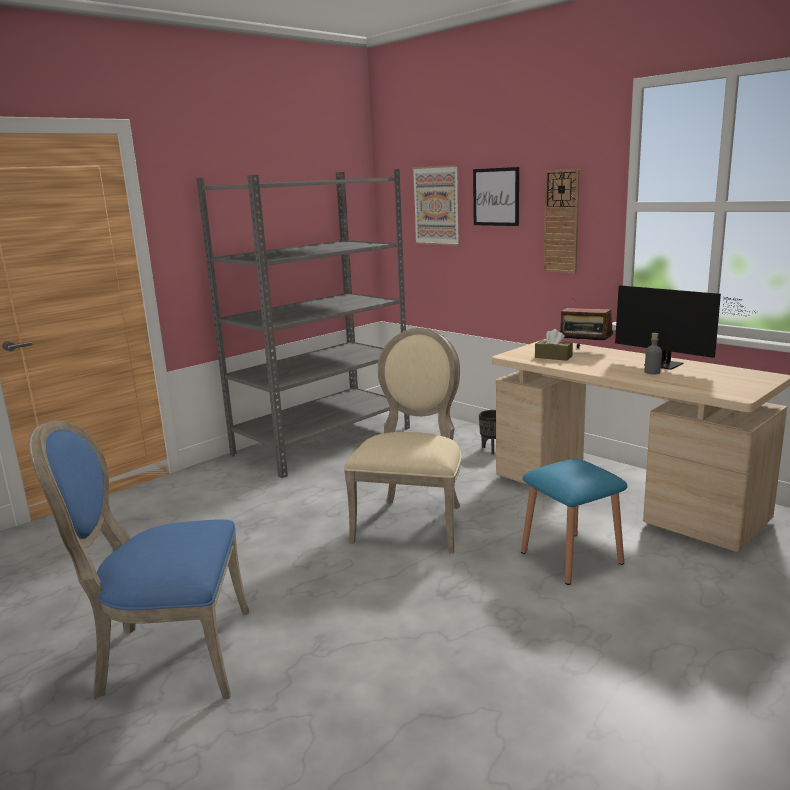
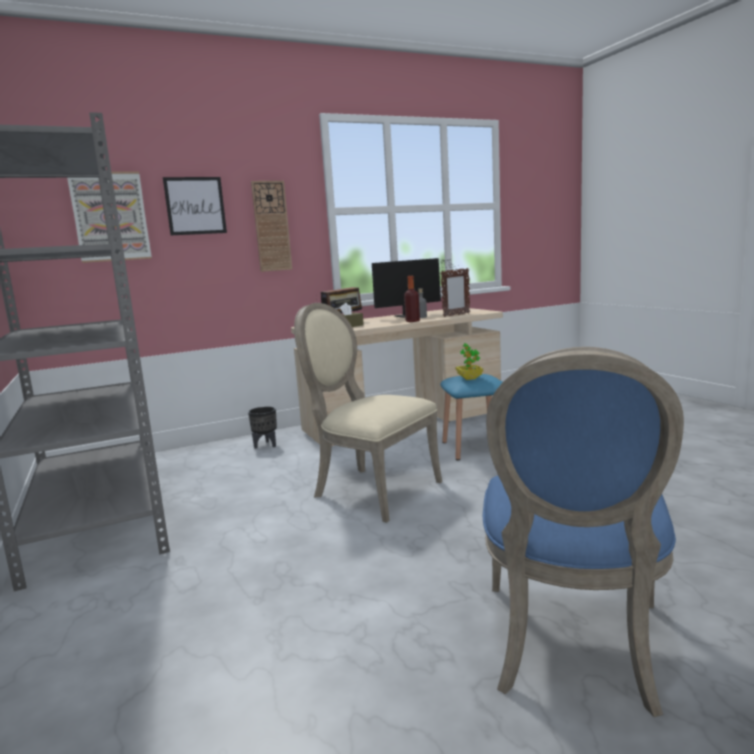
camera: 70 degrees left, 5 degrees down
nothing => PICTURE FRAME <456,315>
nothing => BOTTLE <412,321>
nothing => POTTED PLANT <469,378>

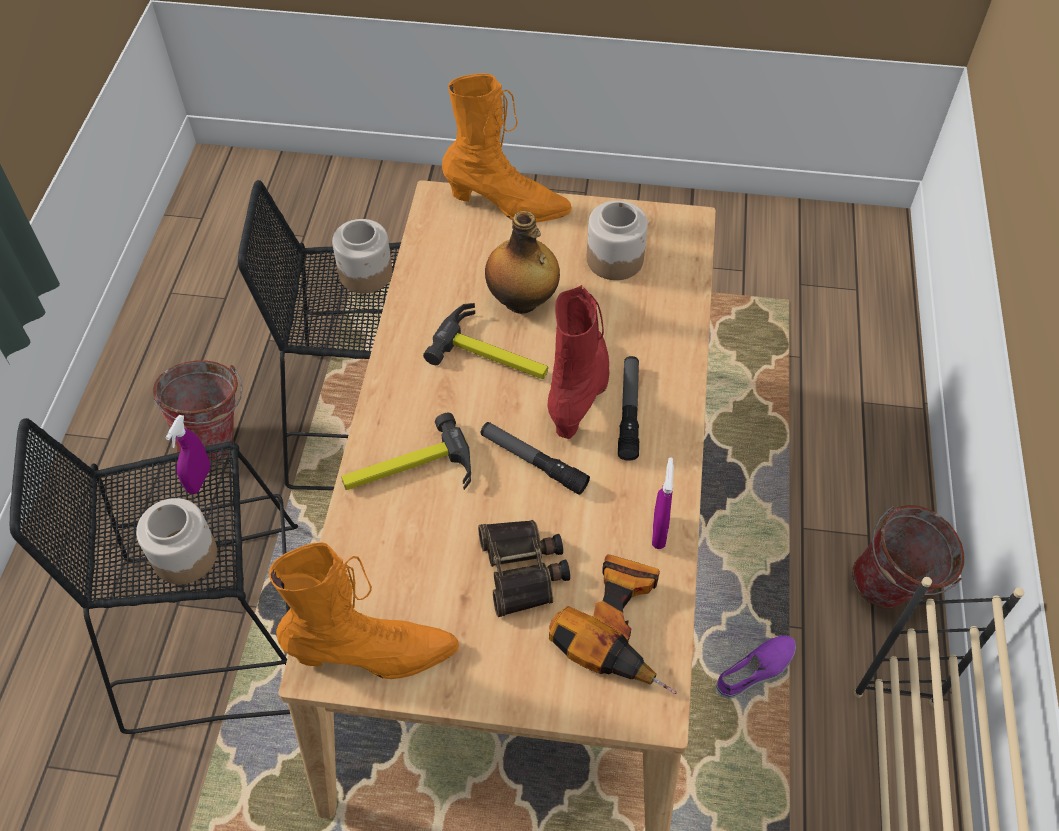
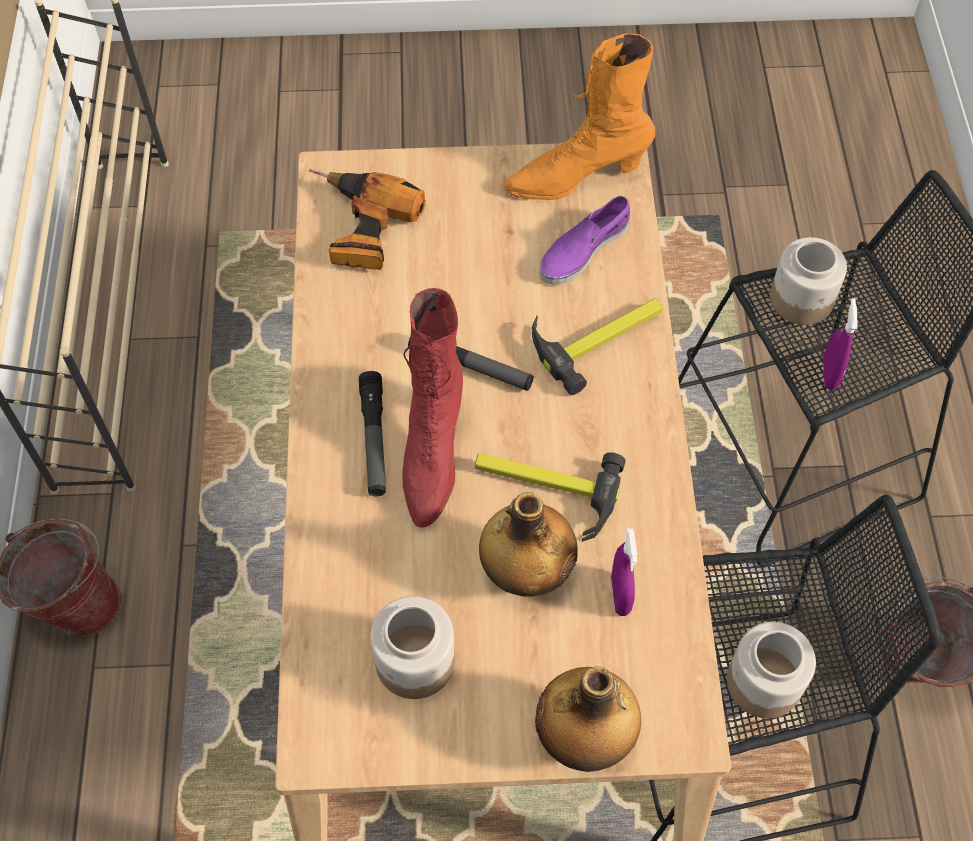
camera: 170 degrees right, 5 degrees up
ORANGEY TALL BOOT <507,206> => BOTTLE <585,737>
PURPLISH SPRAYER <659,532> => PURPLISH SPRAYER <620,595>, moved
BINOCULARS <524,570> => nothing
PURPLISH ITEM OF FOOTWEAR <756,670> => PURPLISH ITEM OF FOOTWEAR <583,249>, moved

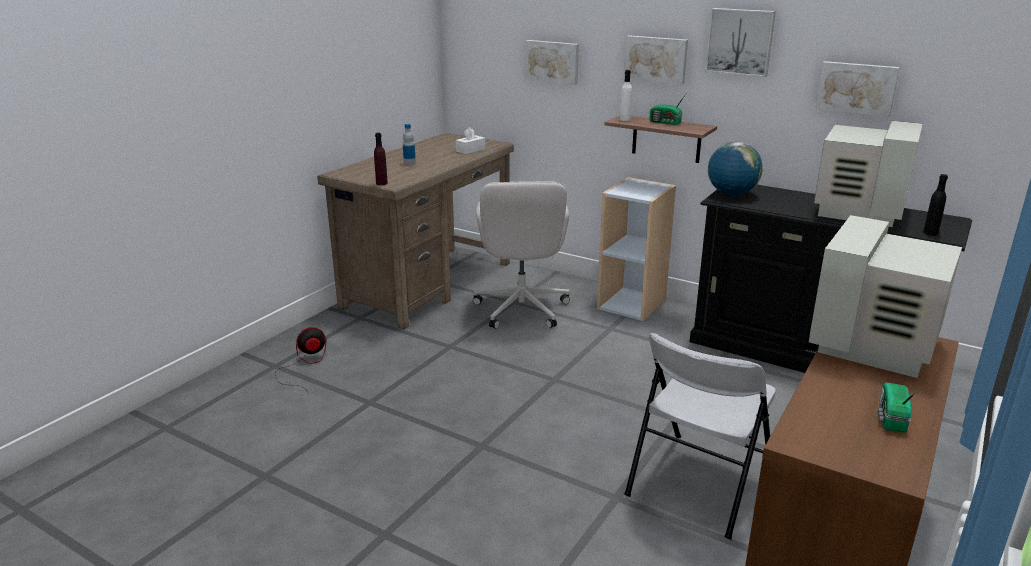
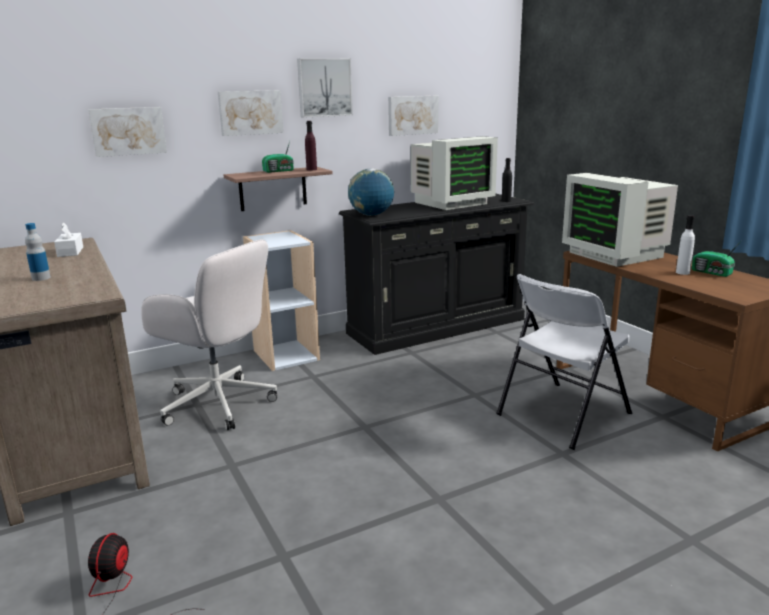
camera: 60 degrees left, 5 degrees down
WHITISH BOTTLE <625,119> => WHITISH BOTTLE <682,272>, moved
COMPUTER DISPLAY <857,211> => COMPUTER DISPLAY <450,203>, 90 degrees clockwise
PURPLISH BOTTLE <381,183> => PURPLISH BOTTLE <311,169>, moved
WHITISH CHAIR <699,483> => WHITISH CHAIR <563,414>, 75 degrees clockwise

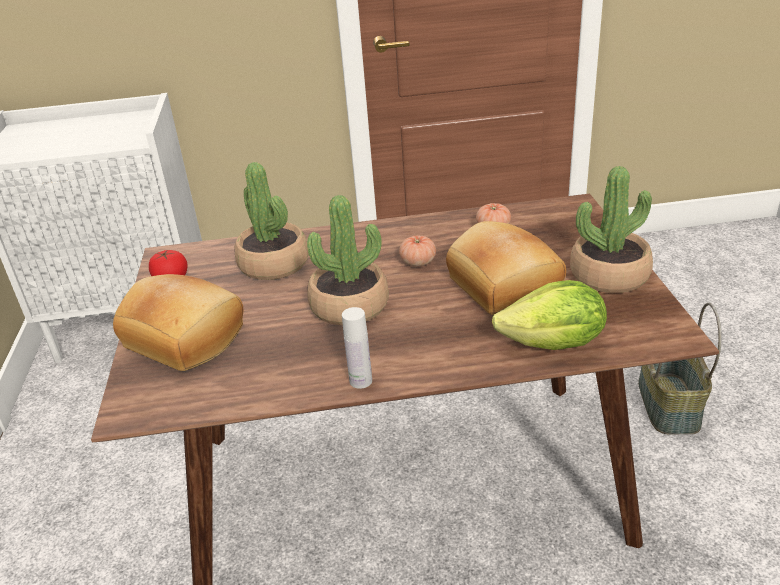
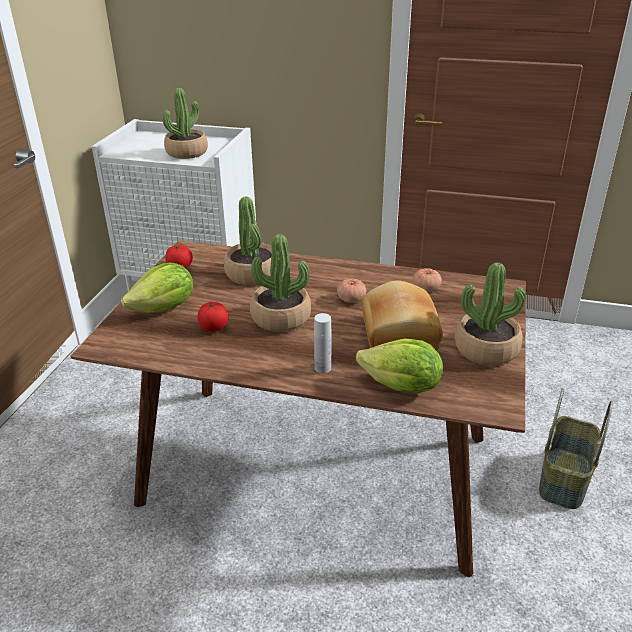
camera: 20 degrees right, 0 degrees up
BAKED BREAD <187,337> => HEAD OF LETTUCE <164,308>
WHITISH BOTTLE <360,381> => WHITISH BOTTLE <322,368>, moved
nothing => POTTED PLANT <187,152>
nothing => FRESH TOMATO <214,327>

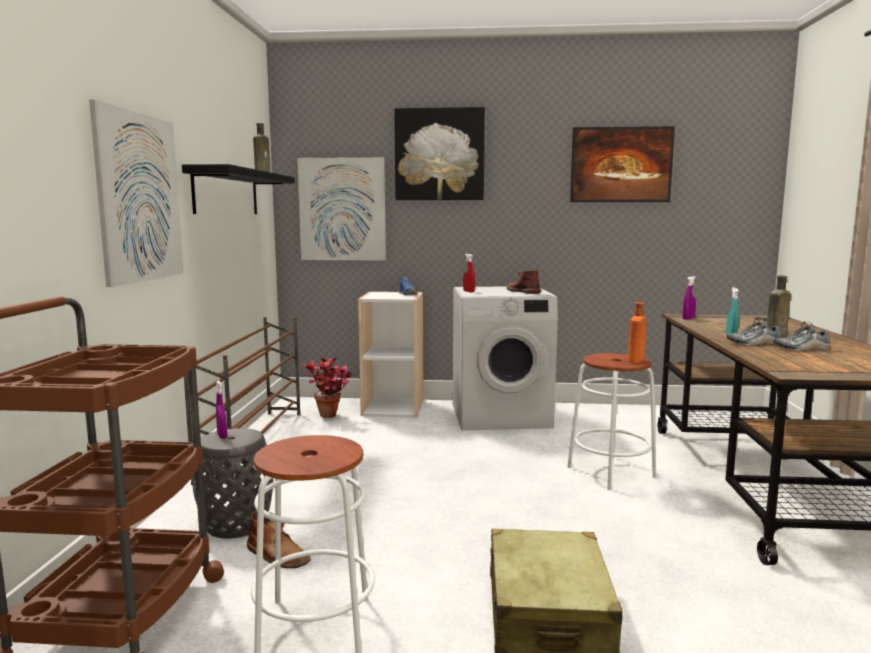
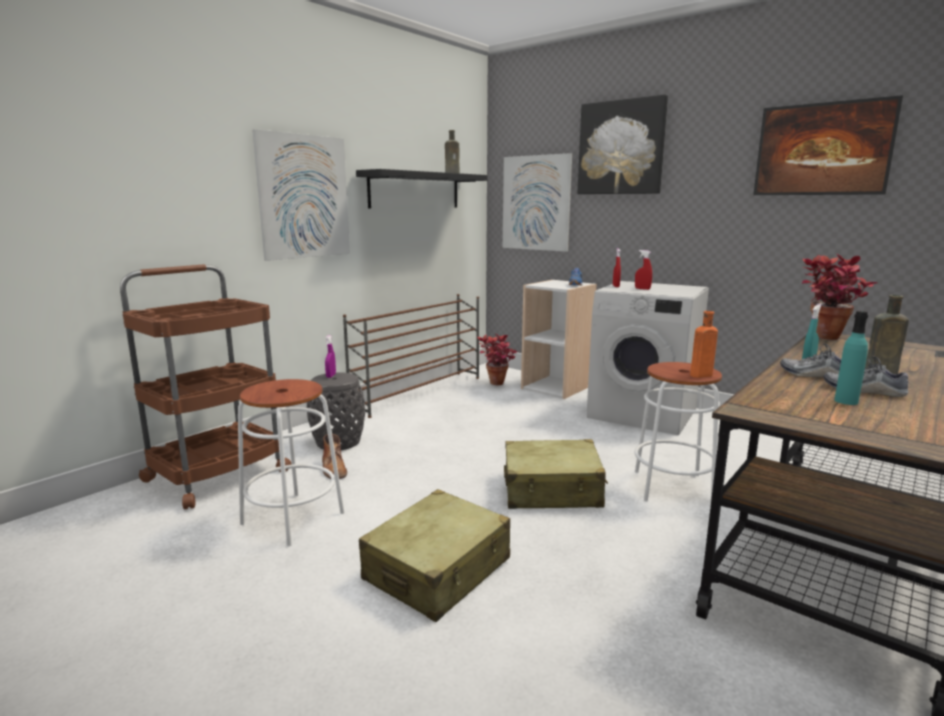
camera: 35 degrees right, 5 degrees up
BROWN TALL BOOT <523,291> => nothing
PURPLISH SPRAYER <688,318> => POTTED PLANT <826,339>
nothing => REDDISH SPRAYER <642,289>
nothing => TURQUOISE BOTTLE <846,401>
nothing => BEIGE SUITCASE <552,490>

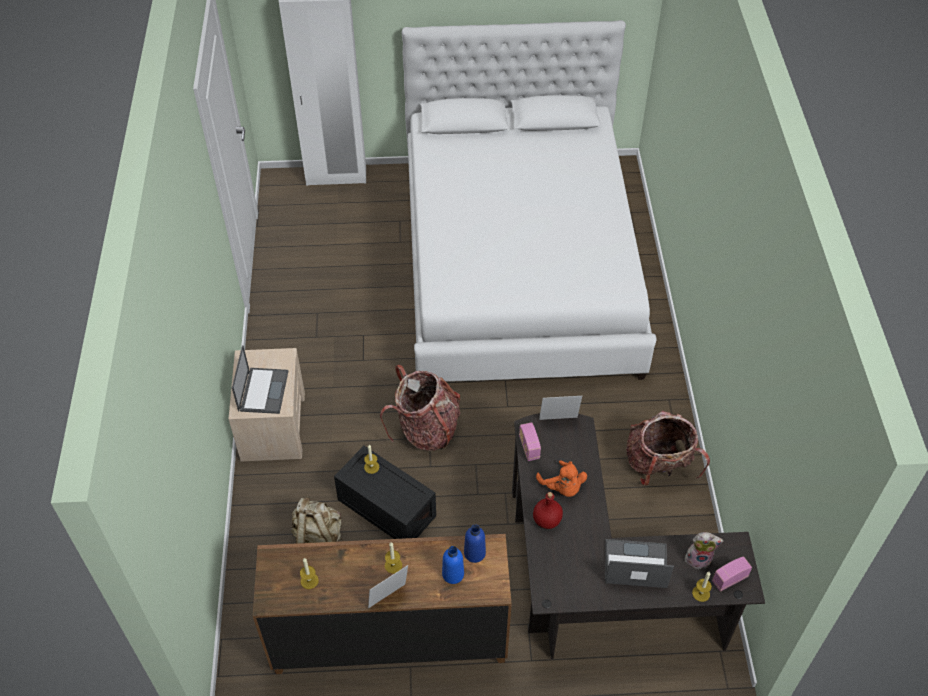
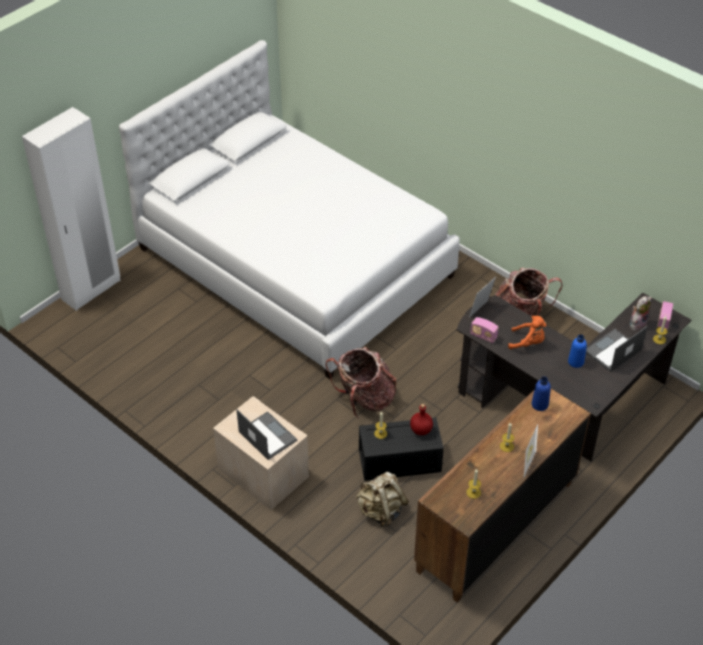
camera: 45 degrees left, 5 degrees down
REDDISH BOTTLE <546,520> => REDDISH BOTTLE <421,430>, moved
BLUISH BOTTLE <453,574> => BLUISH BOTTLE <576,362>, moved

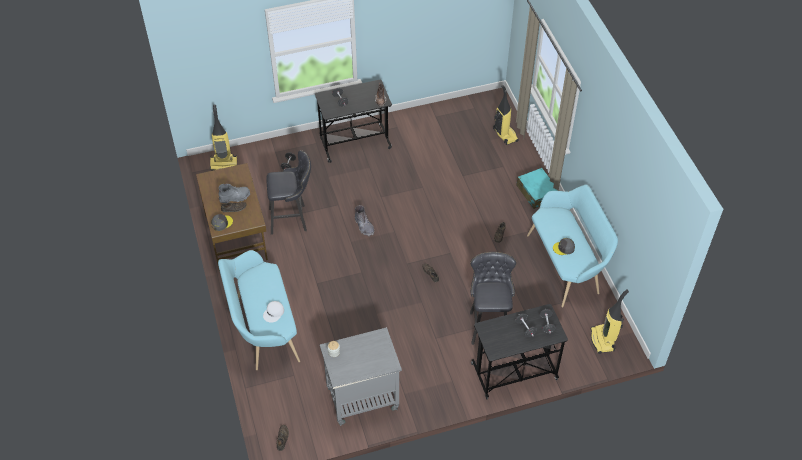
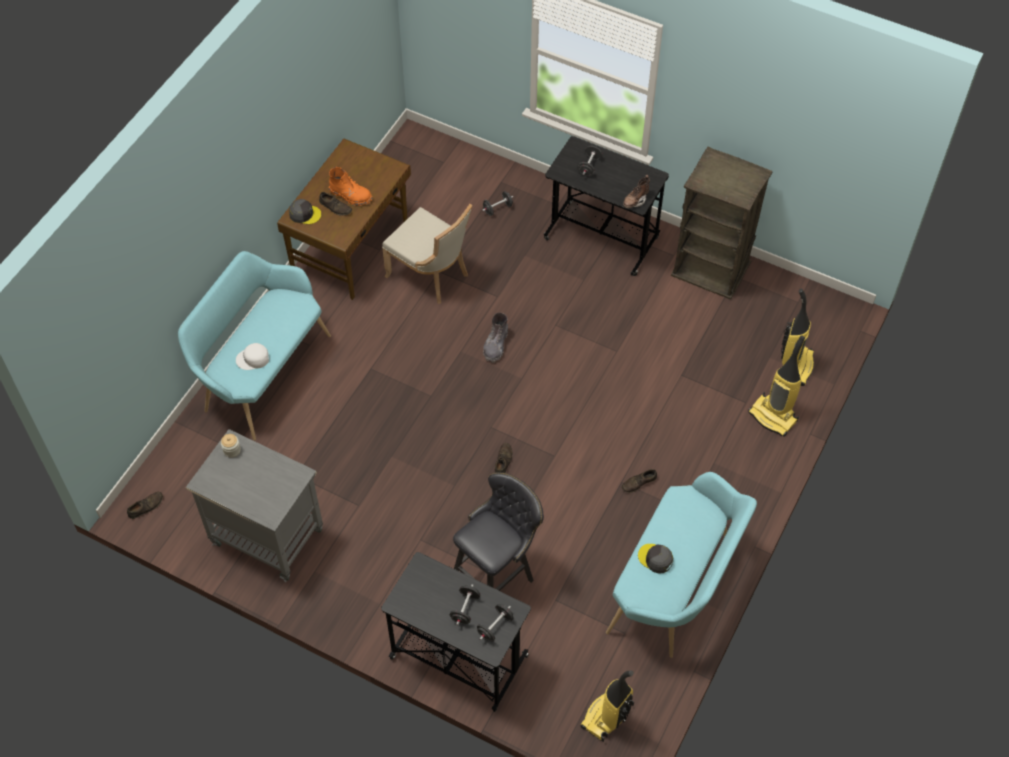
camera: 45 degrees right, 5 degrees up
VACUUM <224,164> => VACUUM <773,416>, moved
BLACKISH STOOL SEAT <293,219> => BEIGE CHAIR <431,275>
TURQUOISE SUITCASE <536,192> => nothing
GRAY TALL BOOT <235,197> => ORANGEY TALL BOOT <351,196>
nothing => BROWN BOOKSHELF <711,268>

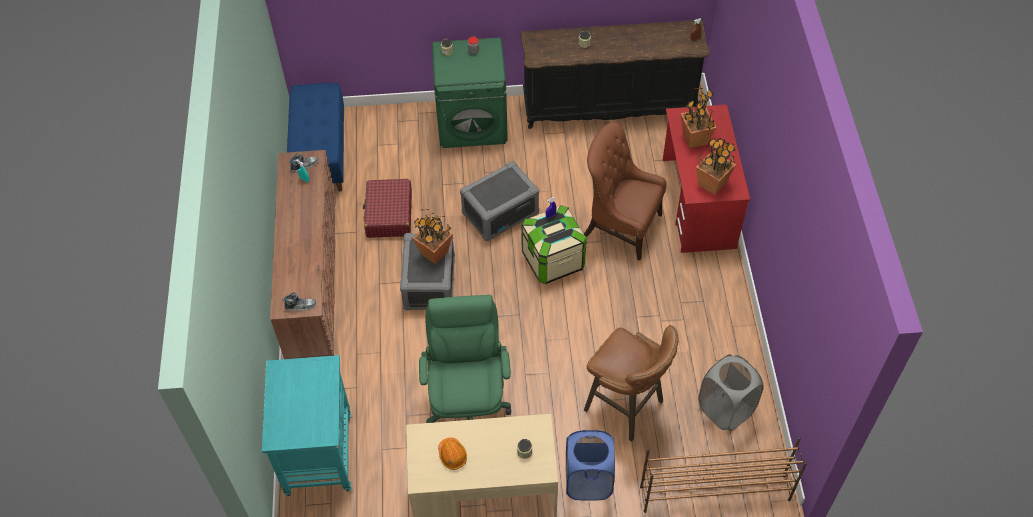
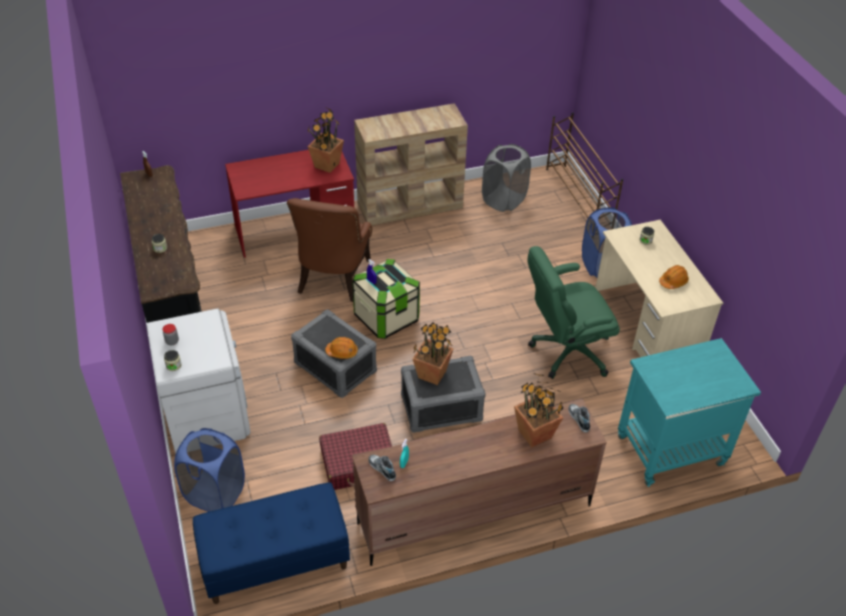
camera: 105 degrees left, 10 degrees down
GREEN-COLOURED LAUNDRY MACHINE <473,124> => WHITISH LAUNDRY MACHINE <208,413>
POTTED PLANT <694,139> => POTTED PLANT <535,434>, moved
BROWN STOOL SEAT <626,407> => nothing
nothing => BROWN BOOKSHELF <409,205>
nothing => ORANGEY HARD HAT <342,352>
nothing => BLUISH WASHING BASKET <215,493>

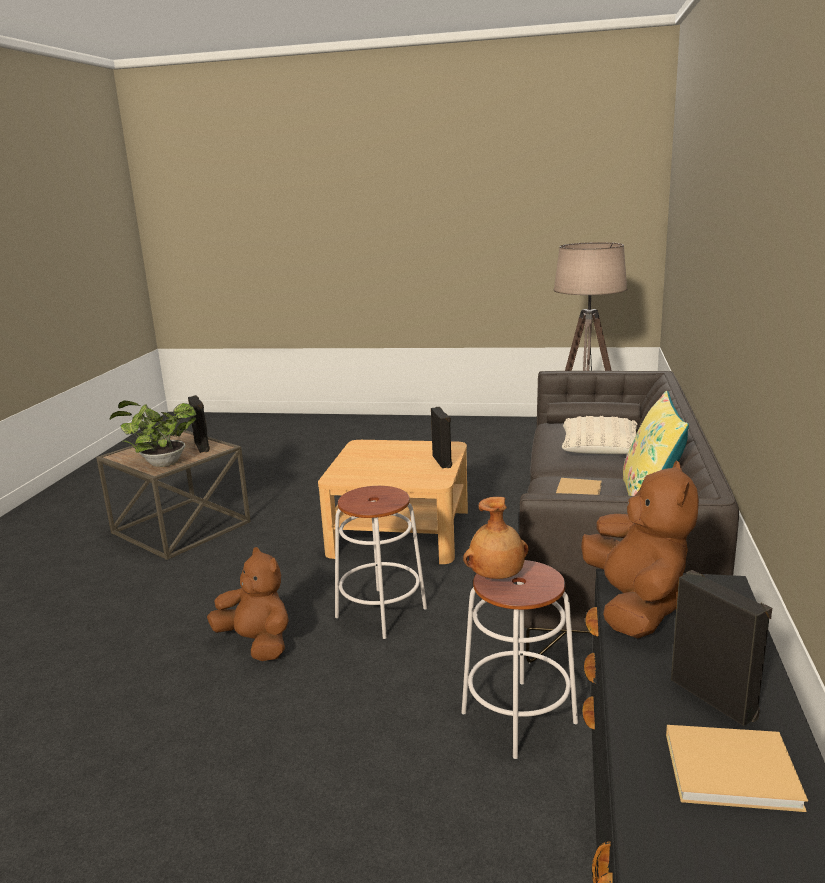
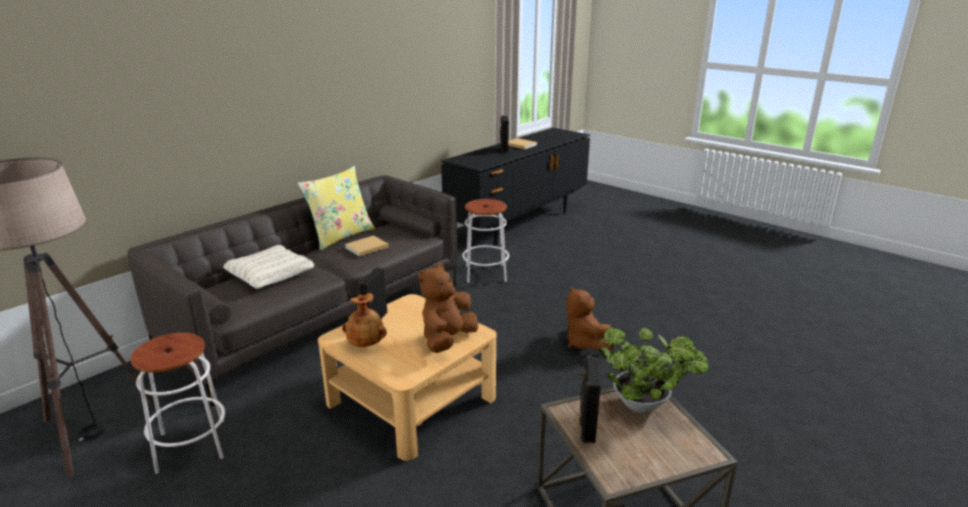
camera: 150 degrees left, 5 degrees up
BROWN CUDDLY TOY <635,606> => BROWN CUDDLY TOY <447,340>, moved
WHITISH STOOL SEAT <381,612> => WHITISH STOOL SEAT <191,445>, moved
BROWN DECORATIVE VASE <497,577> => BROWN DECORATIVE VASE <366,343>, moved

